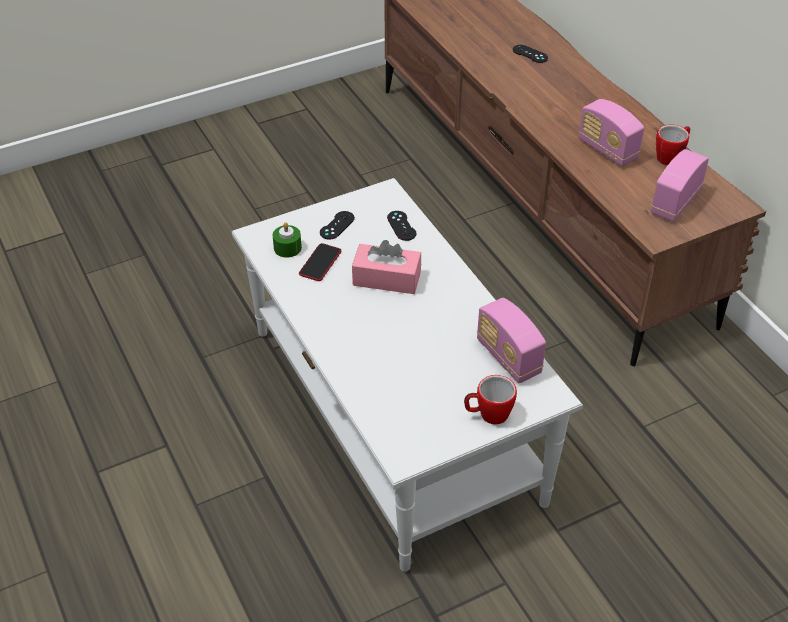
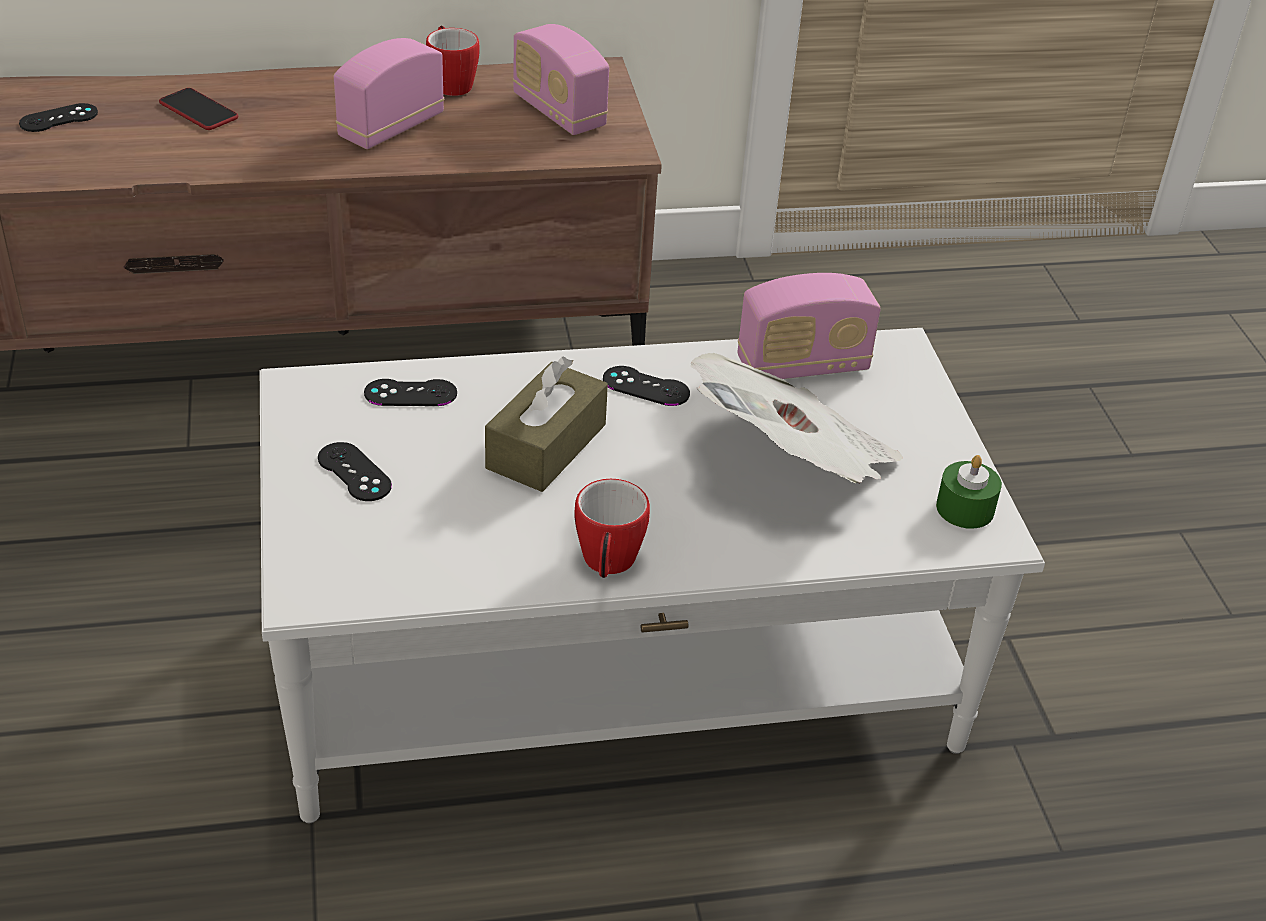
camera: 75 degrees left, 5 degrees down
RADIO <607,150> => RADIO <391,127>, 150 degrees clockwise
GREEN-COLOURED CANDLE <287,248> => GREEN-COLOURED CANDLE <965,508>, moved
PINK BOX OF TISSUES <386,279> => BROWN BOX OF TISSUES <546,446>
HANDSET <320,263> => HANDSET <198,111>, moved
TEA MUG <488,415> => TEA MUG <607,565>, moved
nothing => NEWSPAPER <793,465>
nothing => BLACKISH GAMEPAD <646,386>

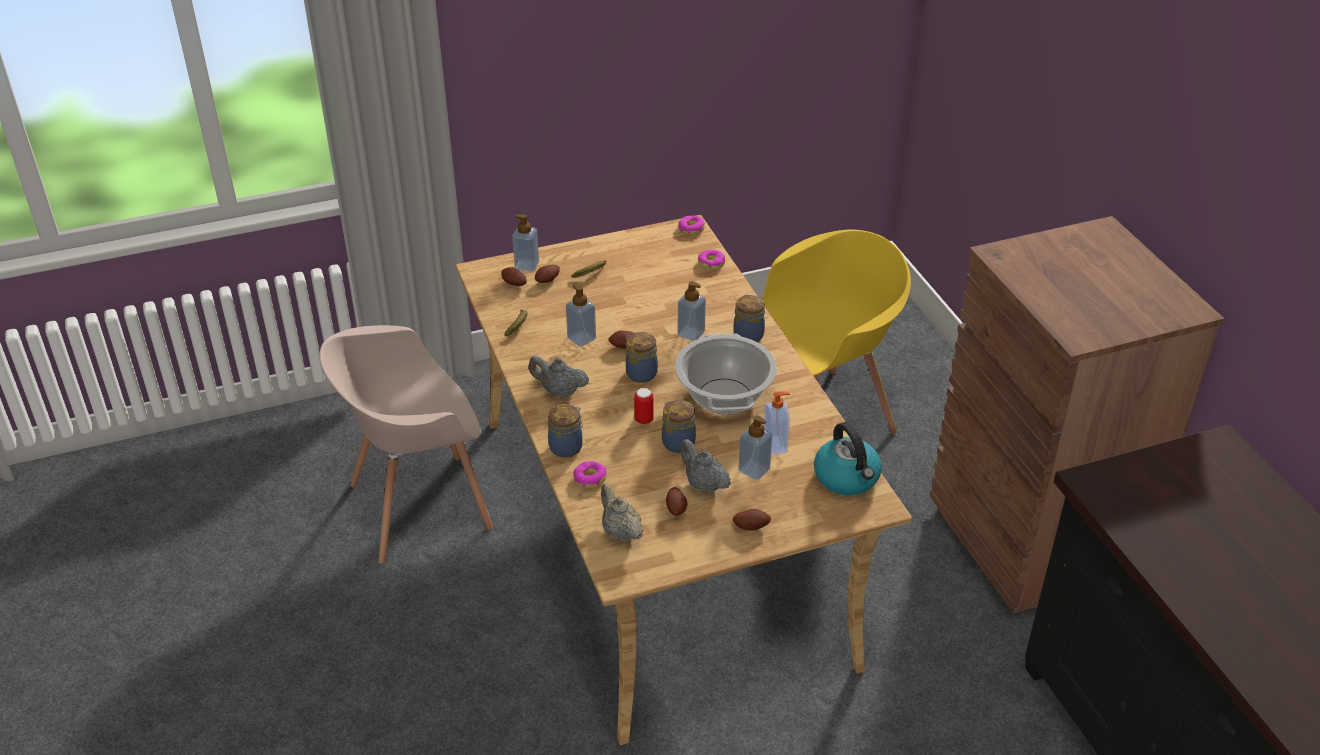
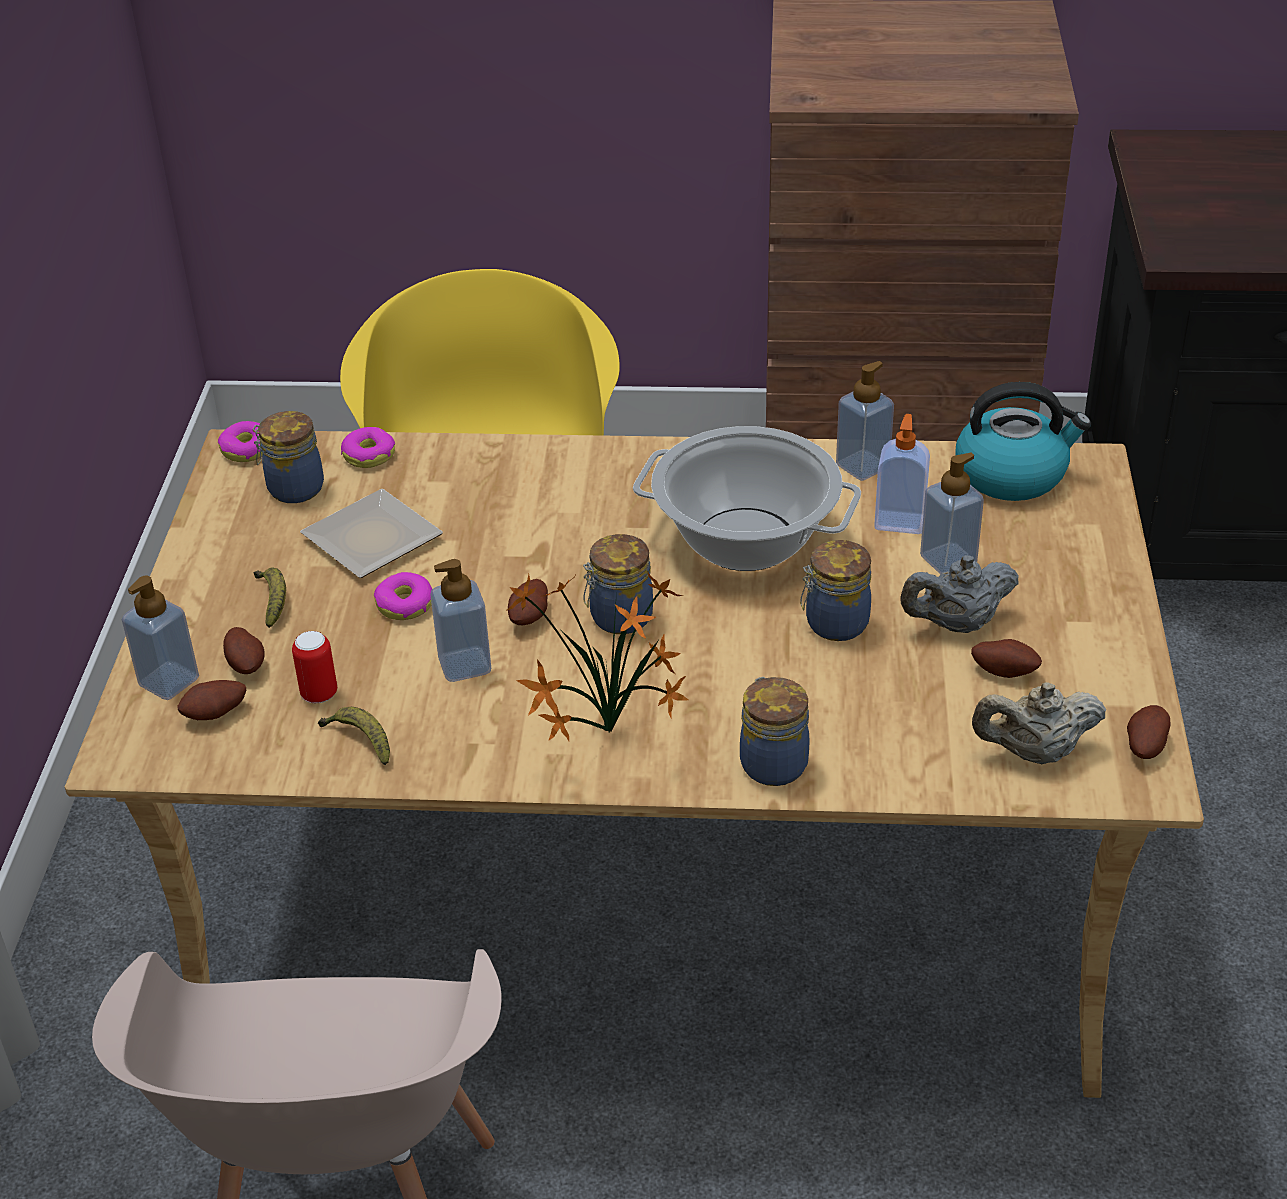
camera: 65 degrees left, 0 degrees up
SOAP BOTTLE <691,333> => SOAP BOTTLE <862,466>, moved
JAR <748,335> => JAR <293,488>, moved
GRAY TEA POT <559,392> => POTTED PLANT <604,734>
CAN <644,420> => CAN <319,694>, moved
RING DOUGHNUT <589,478> => RING DOUGHNUT <405,605>, moved
POTATO <751,526> => POTATO <1144,746>, moved
nothing => DINNER PLATE <371,542>

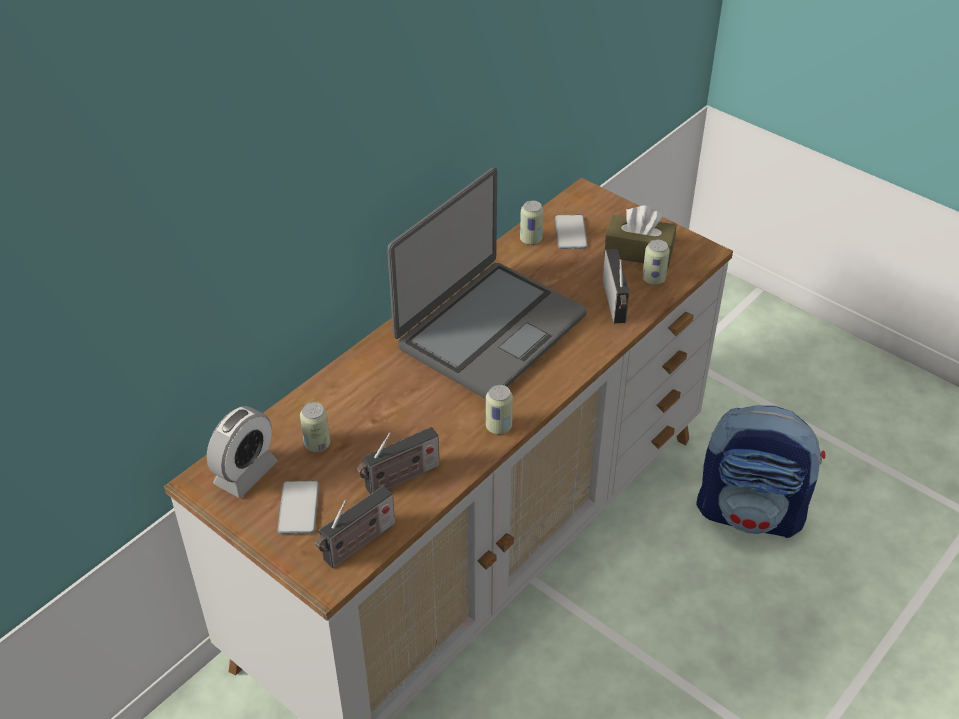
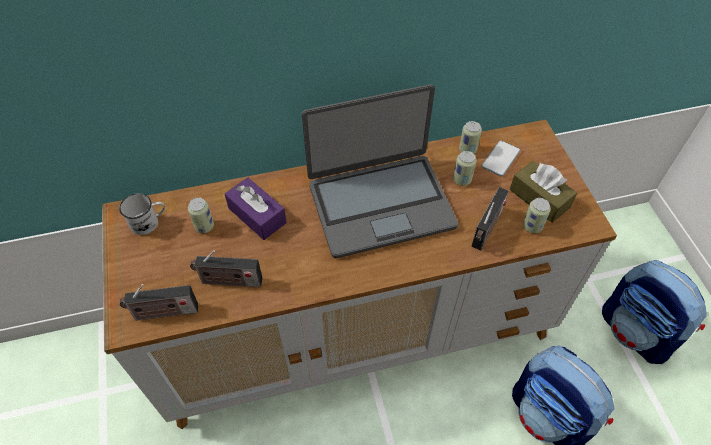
camera: 35 degrees right, 10 degrees up
CAN <498,426> => CAN <462,180>, moved
TABLE CLOCK <245,473> => WHITISH TEA MUG <149,222>
HANDSET <298,508> => nothing
nothing => PURPLISH BOX OF TISSUES <257,215>
nothing => KNAPSACK <636,332>

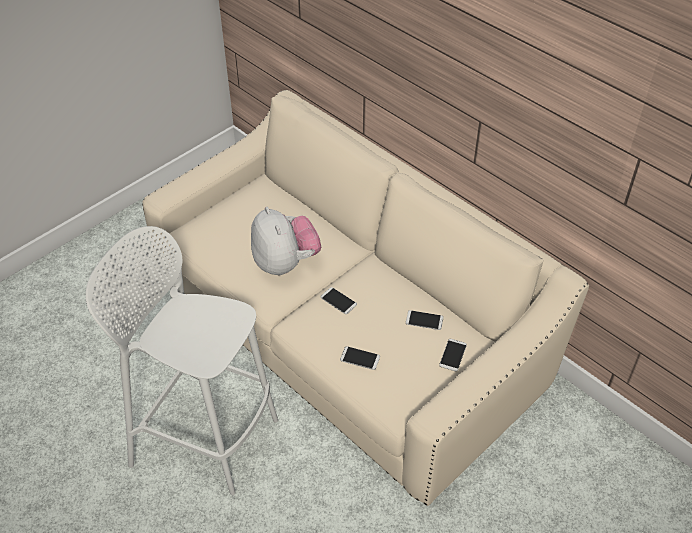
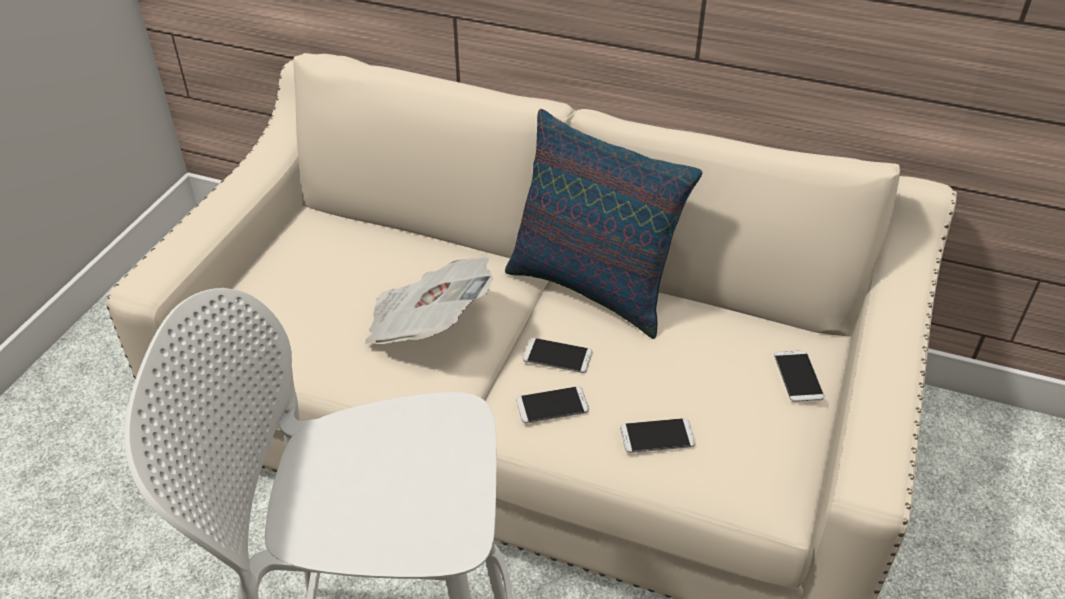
camera: 25 degrees left, 5 degrees down
CUDDLY TOY <285,263> => NEWSPAPER <428,326>
HANDSET <424,320> => HANDSET <552,405>, moved
nothing => BLUISH CUSHION <591,290>

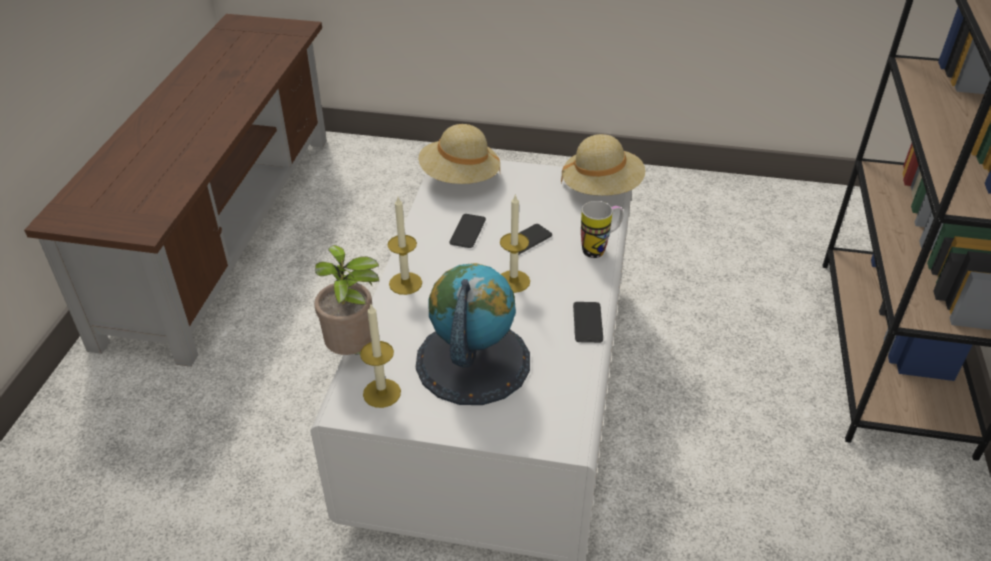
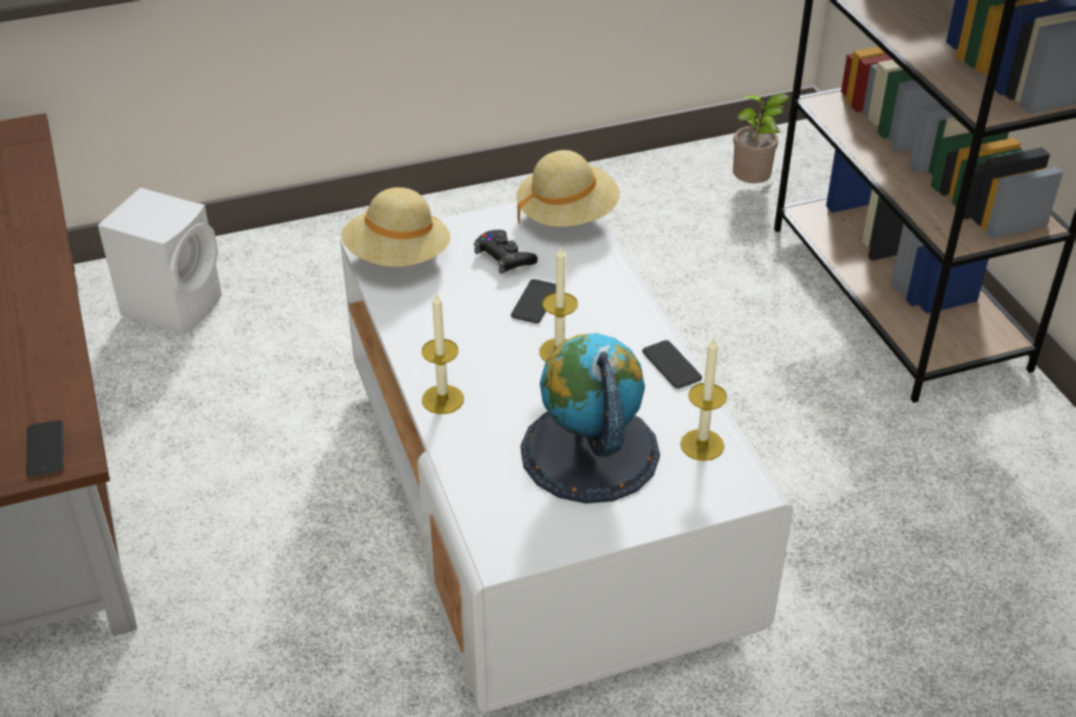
camera: 30 degrees left, 0 degrees up
TEA MUG <600,249> => nothing
HANDSET <467,231> => HANDSET <45,449>, moved
POTTED PLANT <354,353> => POTTED PLANT <753,186>, moved
CANDLE <382,393> => CANDLE <702,445>, moved
nothing => WHITISH SPEAKER <175,304>
nothing => BLACKISH GAMEPAD <504,257>

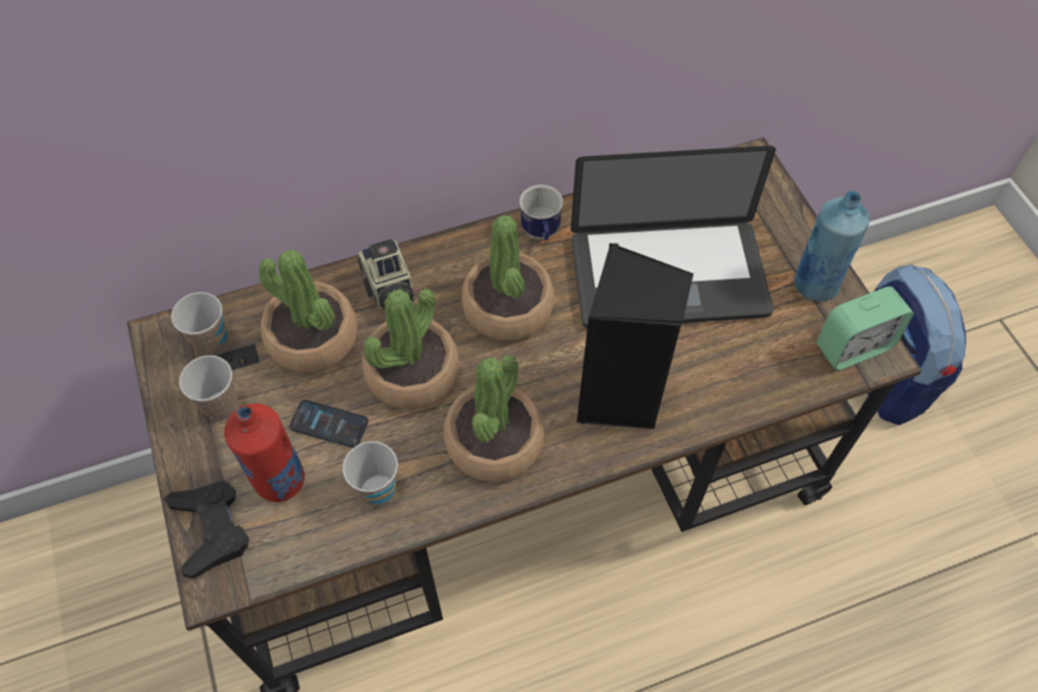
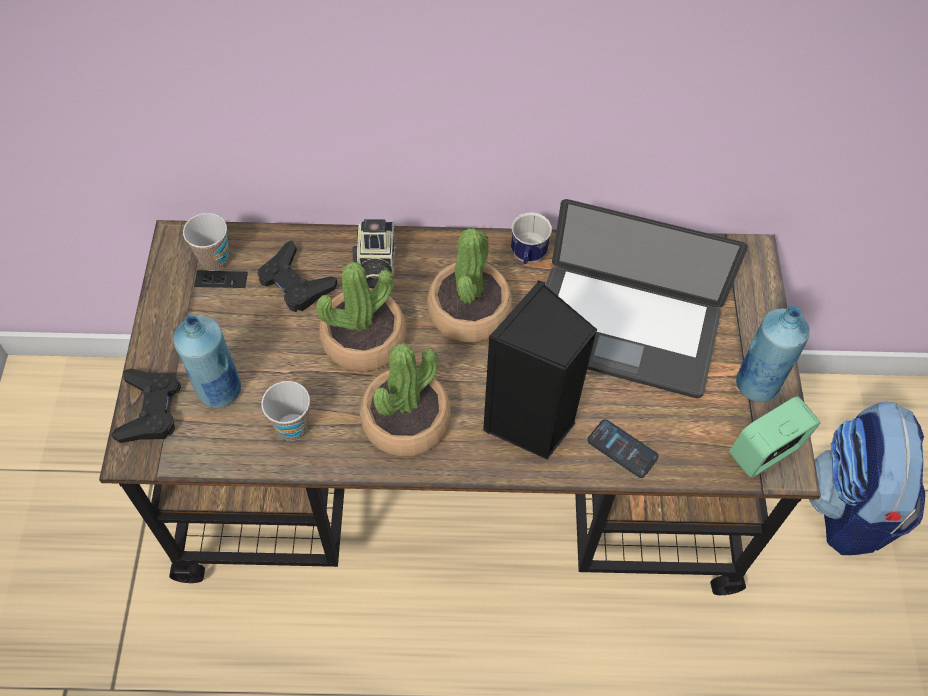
camera: 20 degrees right, 0 degrees up
POTTED PLANT <312,338> => BLACKISH GAMEPAD <295,283>
TABLE CLOCK <853,347> => TABLE CLOCK <764,452>, 150 degrees clockwise
SMALL CUP <221,406> => nothing
HANDSET <329,424> => HANDSET <622,449>, moved
REDDISH BOTTLE <280,481> => BLUISH BOTTLE <219,391>

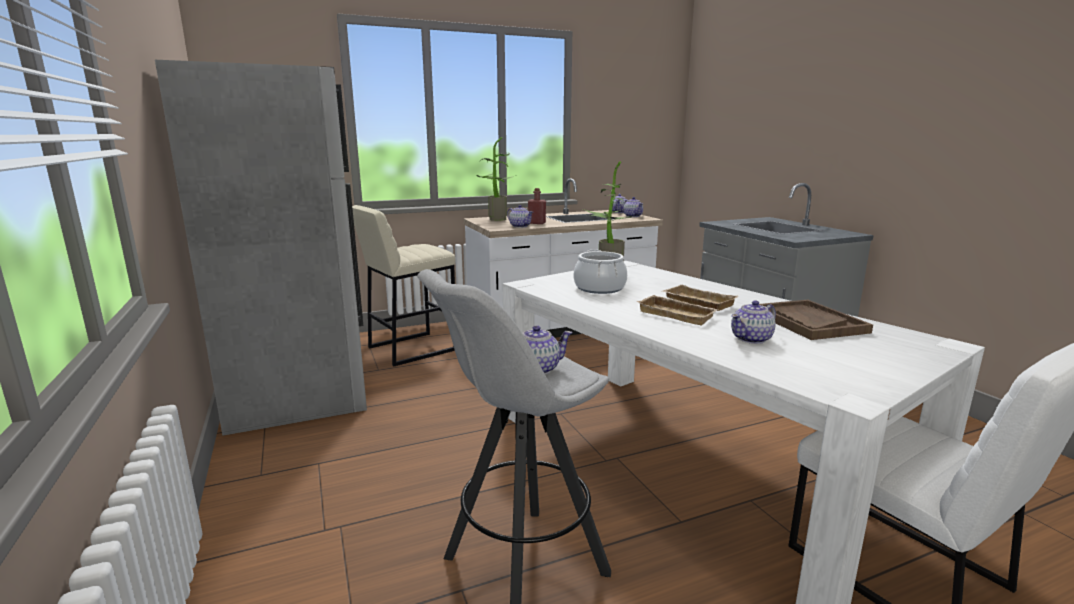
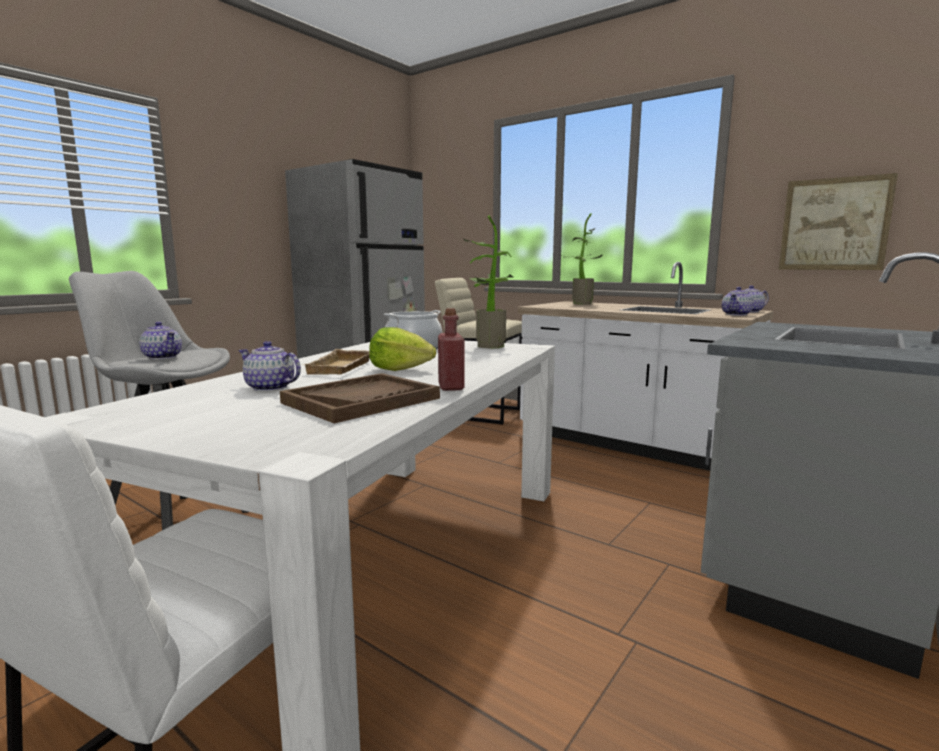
camera: 60 degrees right, 5 degrees down
REDDISH BOTTLE <537,223> => REDDISH BOTTLE <451,386>, moved
TEA POT <520,226> => nothing
BEIGE TRAY <696,302> => HEAD OF LETTUCE <400,369>
nothing => WALL ART <834,224>

